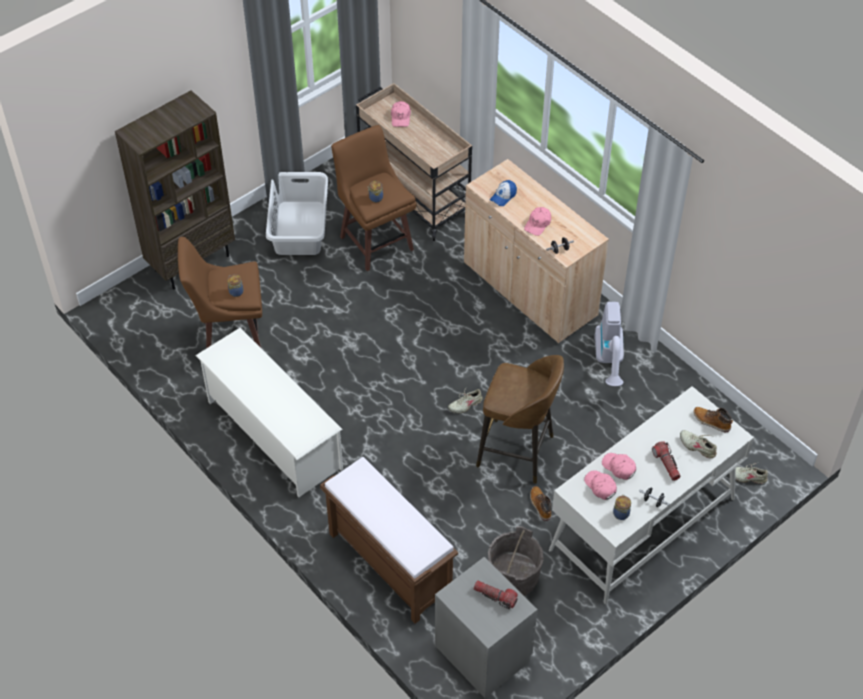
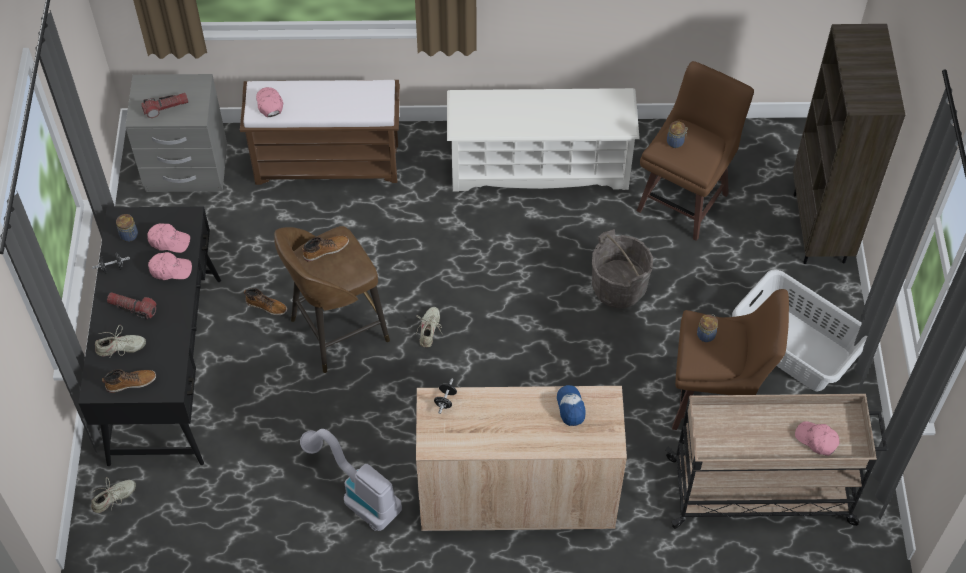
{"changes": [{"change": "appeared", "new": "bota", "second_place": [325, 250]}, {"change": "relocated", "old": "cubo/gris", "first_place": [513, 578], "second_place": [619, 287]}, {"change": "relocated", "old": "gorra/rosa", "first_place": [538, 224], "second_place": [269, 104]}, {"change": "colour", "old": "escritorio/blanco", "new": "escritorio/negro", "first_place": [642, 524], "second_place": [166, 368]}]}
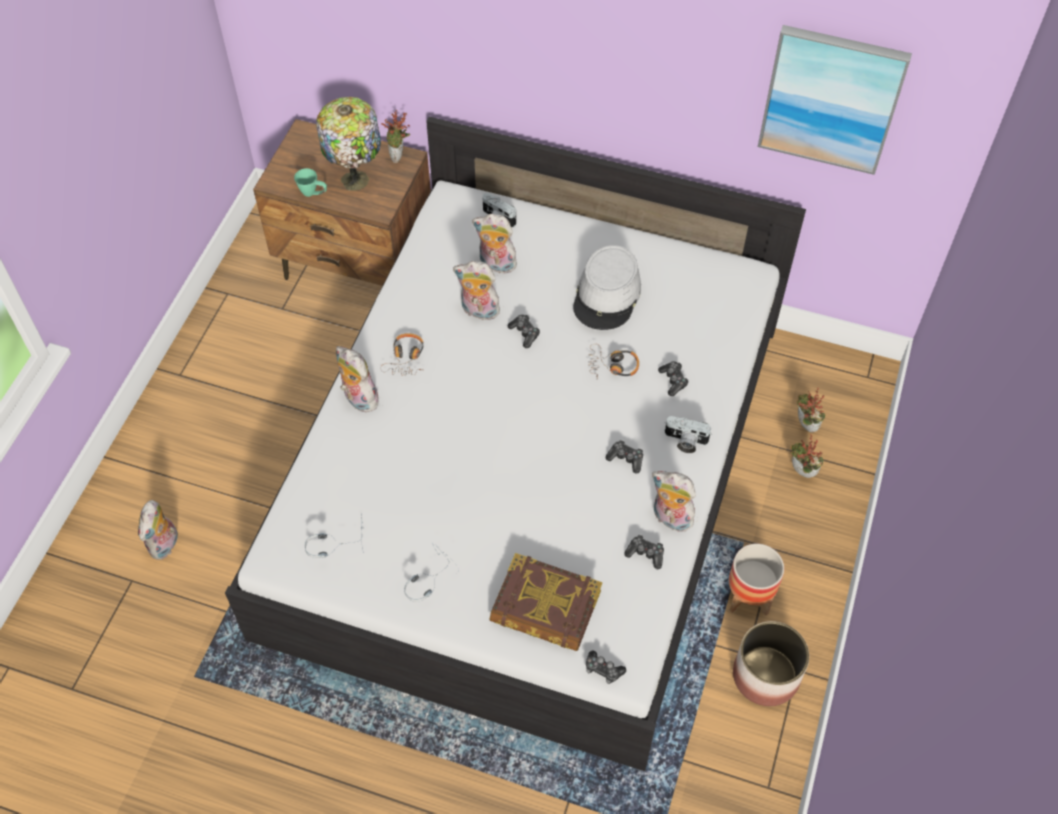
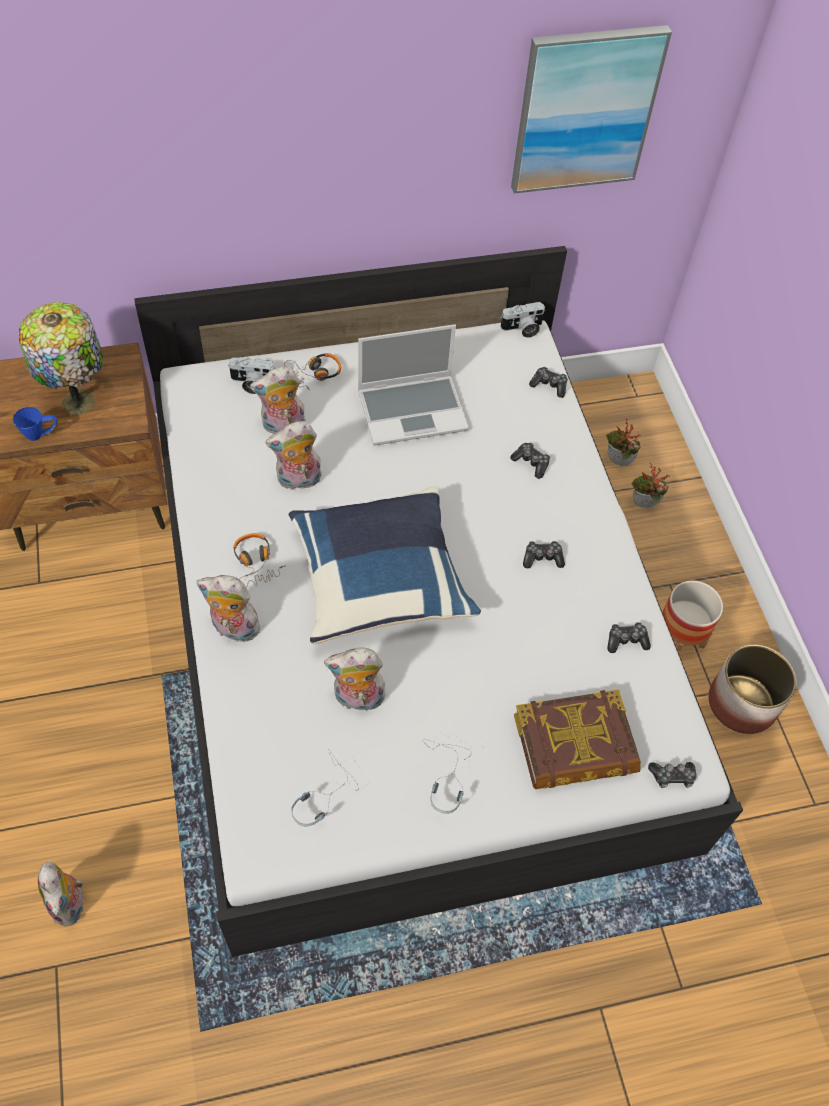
{"changes": [{"change": "missing", "old": "planta en maceta", "first_place": [399, 157]}, {"change": "appeared", "new": "cojín/azul", "second_place": [380, 580]}, {"change": "relocated", "old": "mando de consola", "first_place": [524, 333], "second_place": [549, 385]}, {"change": "relocated", "old": "auriculares", "first_place": [612, 366], "second_place": [314, 374]}, {"change": "relocated", "old": "peluche", "first_place": [670, 518], "second_place": [357, 699]}, {"change": "relocated", "old": "cámara", "first_place": [685, 441], "second_place": [522, 329]}, {"change": "exchanged", "old": "sombrero/gris", "new": "portátil", "first_place": [607, 295], "second_place": [413, 410]}, {"change": "colour", "old": "taza grande/verde", "new": "taza grande/azul", "first_place": [313, 194], "second_place": [41, 434]}]}
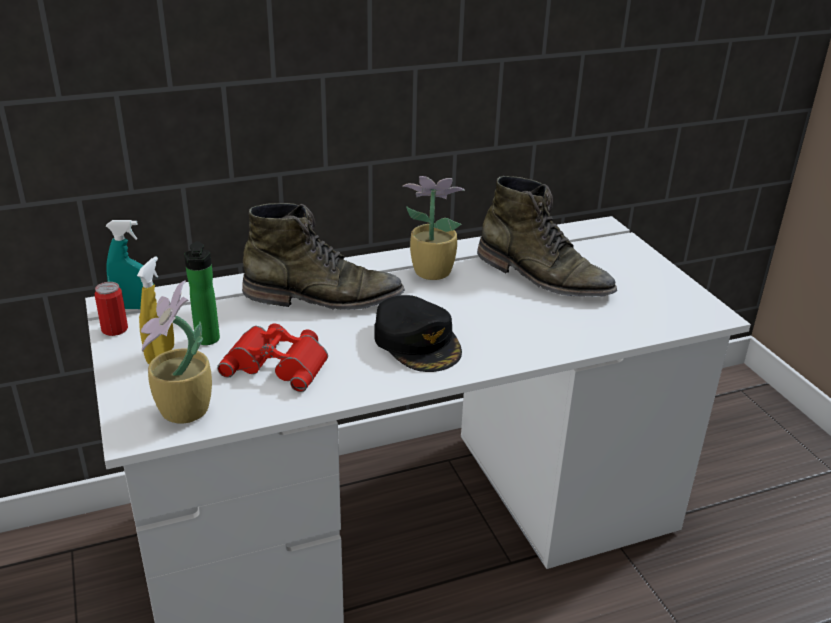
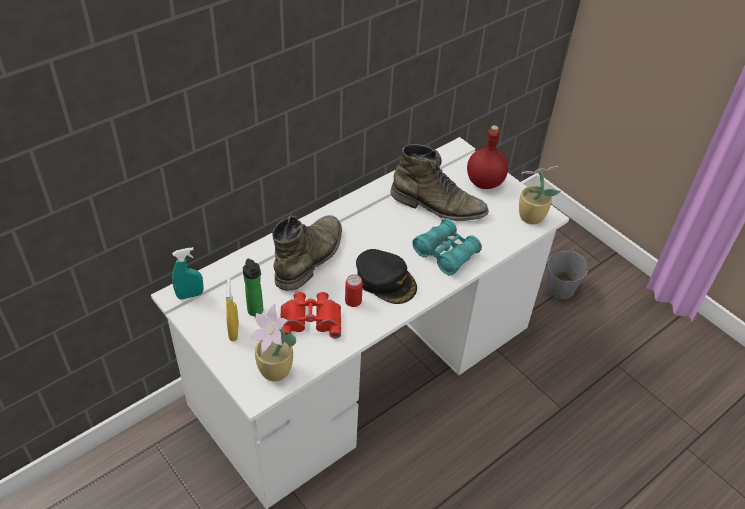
{"changes": [{"change": "appeared", "new": "prismáticos/turquesa", "second_place": [445, 253]}, {"change": "appeared", "new": "botella/rojo", "second_place": [483, 182]}, {"change": "appeared", "new": "cubo/gris", "second_place": [560, 288]}, {"change": "relocated", "old": "lata", "first_place": [114, 329], "second_place": [353, 301]}, {"change": "relocated", "old": "planta en maceta", "first_place": [430, 272], "second_place": [529, 216]}, {"change": "spun", "old": "bota/verde", "first_place": [323, 298], "second_place": [310, 257], "degrees": -45}]}
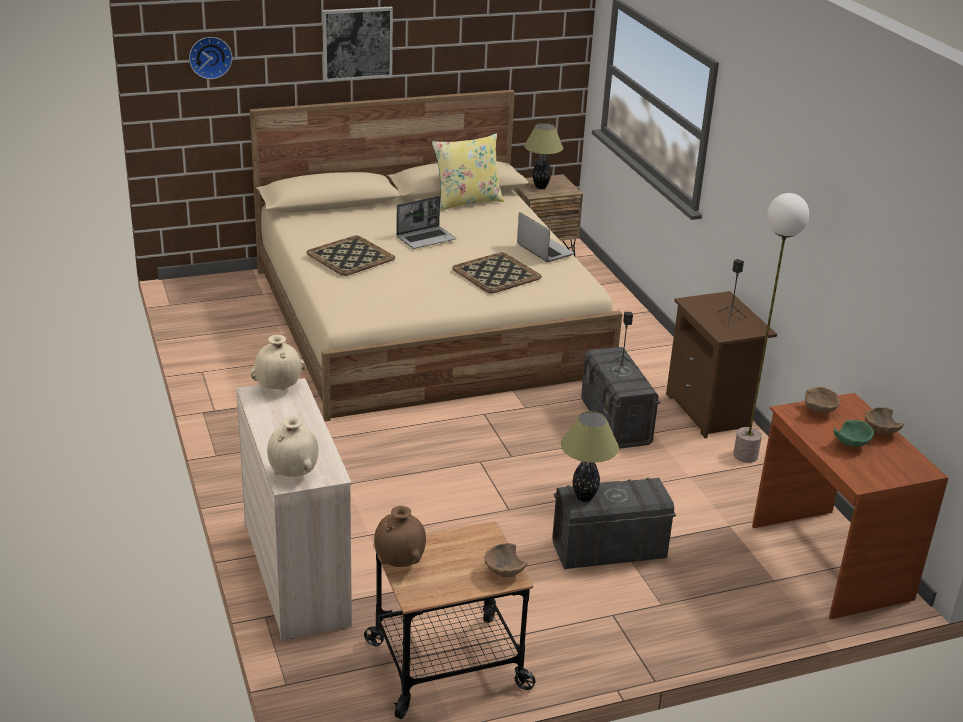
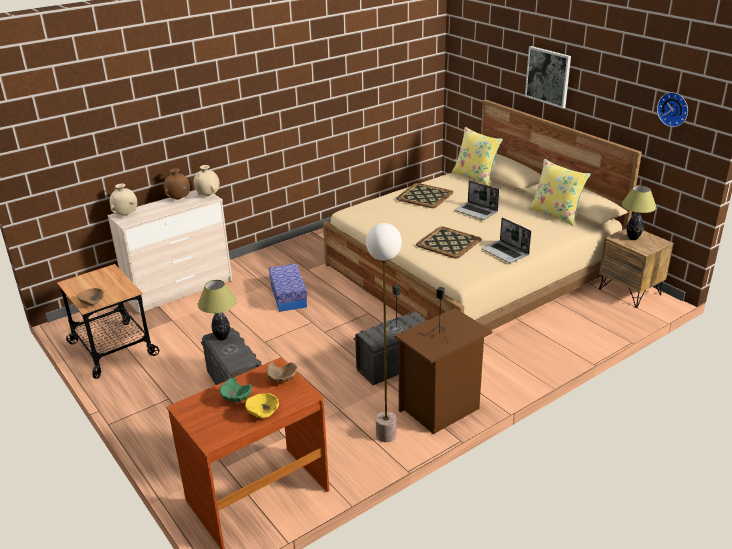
{"changes": [{"change": "appeared", "new": "caja de almacenaje", "second_place": [288, 296]}, {"change": "appeared", "new": "cojín/amarillo", "second_place": [475, 177]}, {"change": "relocated", "old": "reloj de pared", "first_place": [210, 57], "second_place": [674, 109]}, {"change": "relocated", "old": "florero/marrón", "first_place": [400, 563], "second_place": [178, 199]}, {"change": "colour", "old": "cuenco/marrón", "new": "cuenco/amarillo", "first_place": [880, 432], "second_place": [263, 413]}, {"change": "spun", "old": "portátil", "first_place": [544, 250], "second_place": [505, 253], "degrees": 105}]}
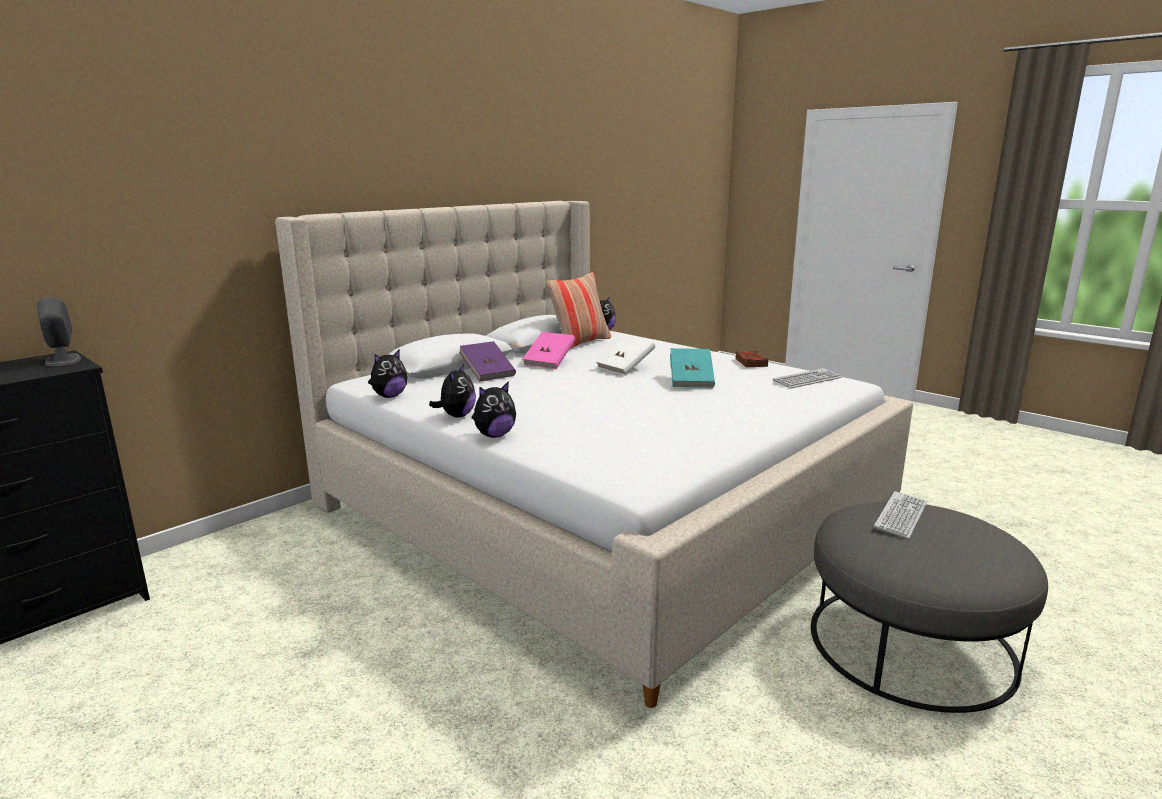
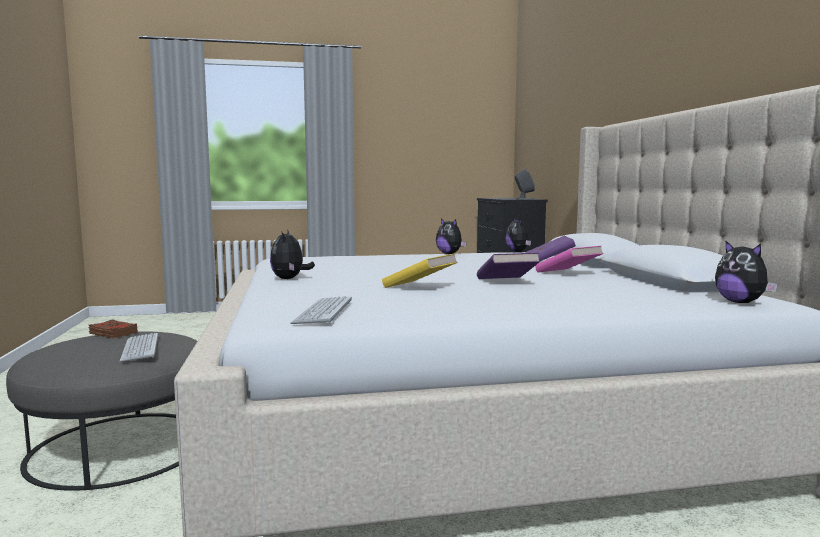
{"changes": [{"change": "missing", "old": "cojín", "first_place": [580, 343]}, {"change": "relocated", "old": "peluche", "first_place": [494, 435], "second_place": [289, 279]}, {"change": "relocated", "old": "libro/marrón", "first_place": [751, 362], "second_place": [113, 333]}, {"change": "colour", "old": "libro/blanco", "new": "libro/morado", "first_place": [625, 367], "second_place": [506, 282]}, {"change": "colour", "old": "libro/turquesa", "new": "libro/amarillo", "first_place": [691, 381], "second_place": [419, 287]}]}
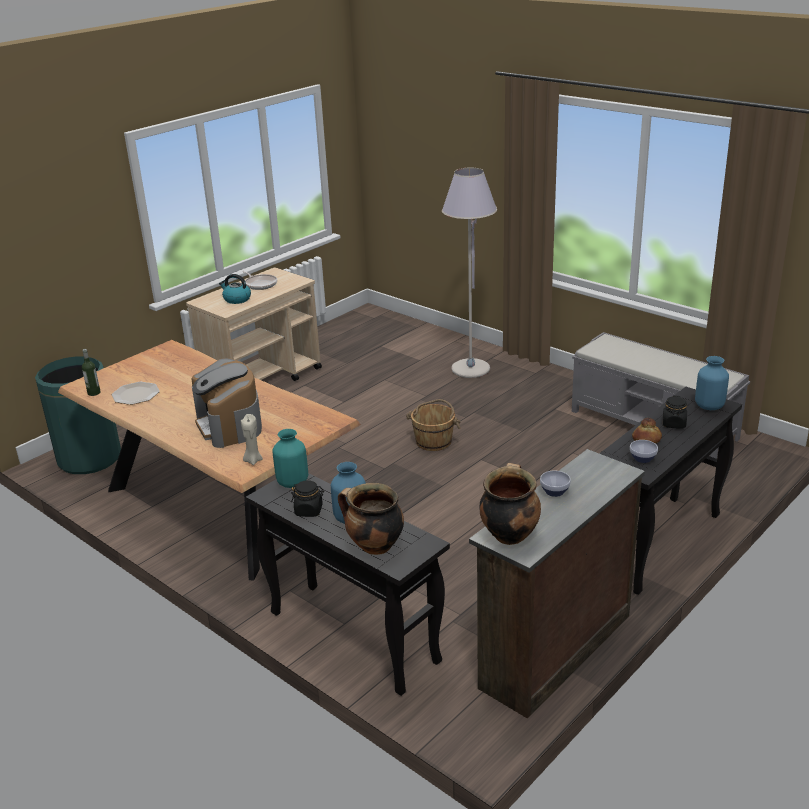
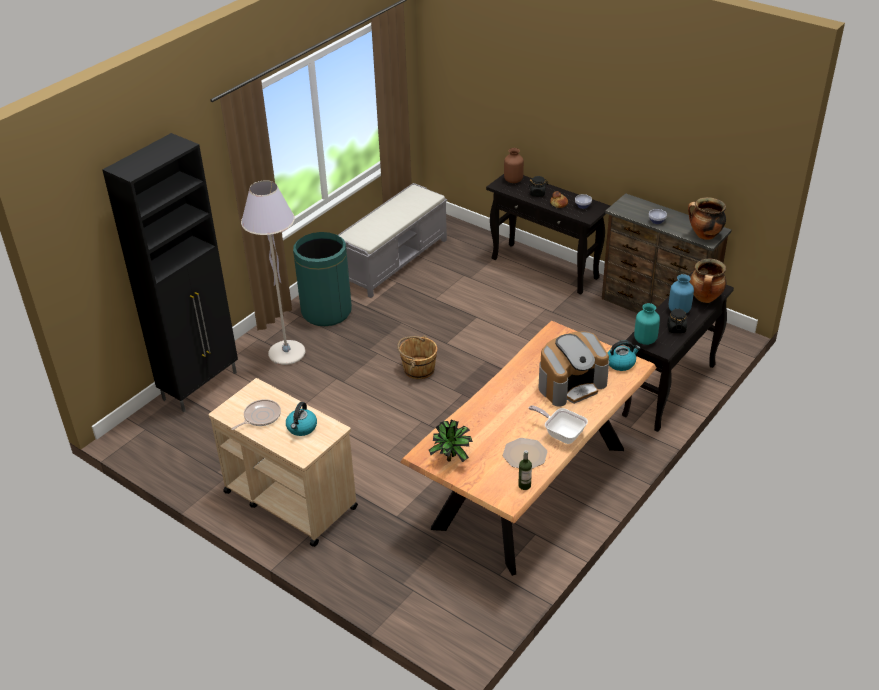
{"changes": [{"change": "appeared", "new": "armario/negro", "second_place": [201, 386]}, {"change": "appeared", "new": "planta en maceta", "second_place": [452, 459]}, {"change": "appeared", "new": "sartén", "second_place": [561, 433]}, {"change": "relocated", "old": "papelera/verde", "first_place": [89, 458], "second_place": [326, 311]}, {"change": "exchanged", "old": "vela/beis", "new": "hervidor", "first_place": [253, 460], "second_place": [621, 363]}, {"change": "colour", "old": "florero/azul", "new": "florero/marrón", "first_place": [709, 406], "second_place": [513, 180]}]}
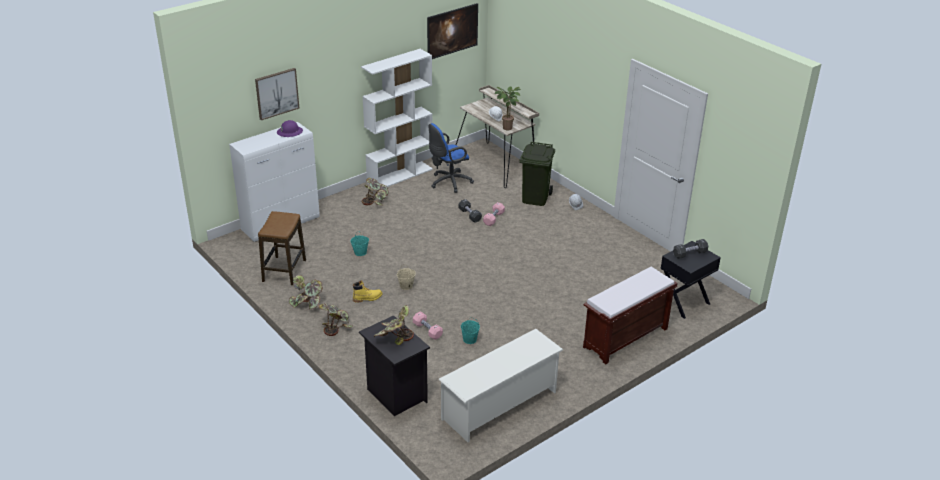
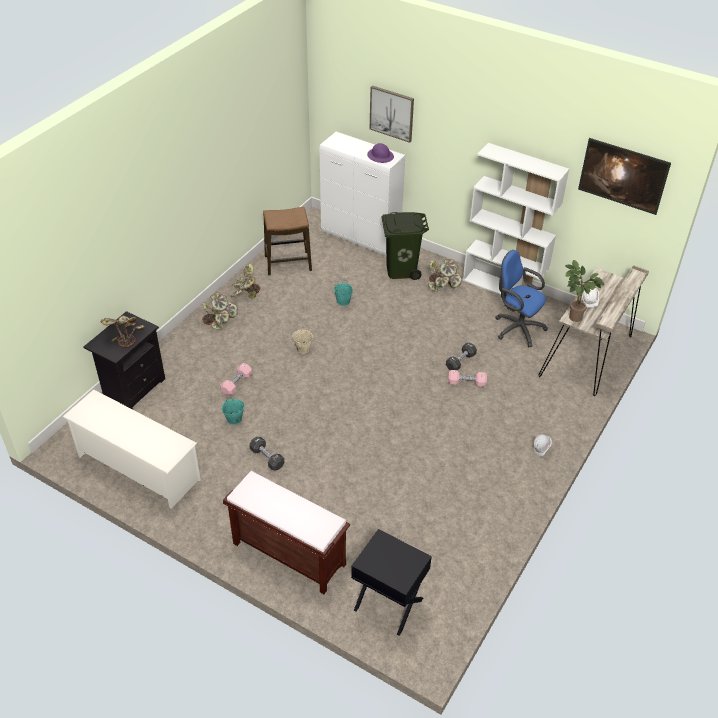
{"changes": [{"change": "missing", "old": "bota/amarillo", "first_place": [367, 298]}, {"change": "relocated", "old": "papelera/verde", "first_place": [534, 198], "second_place": [401, 269]}, {"change": "relocated", "old": "mancuerna/negro", "first_place": [689, 254], "second_place": [267, 458]}]}
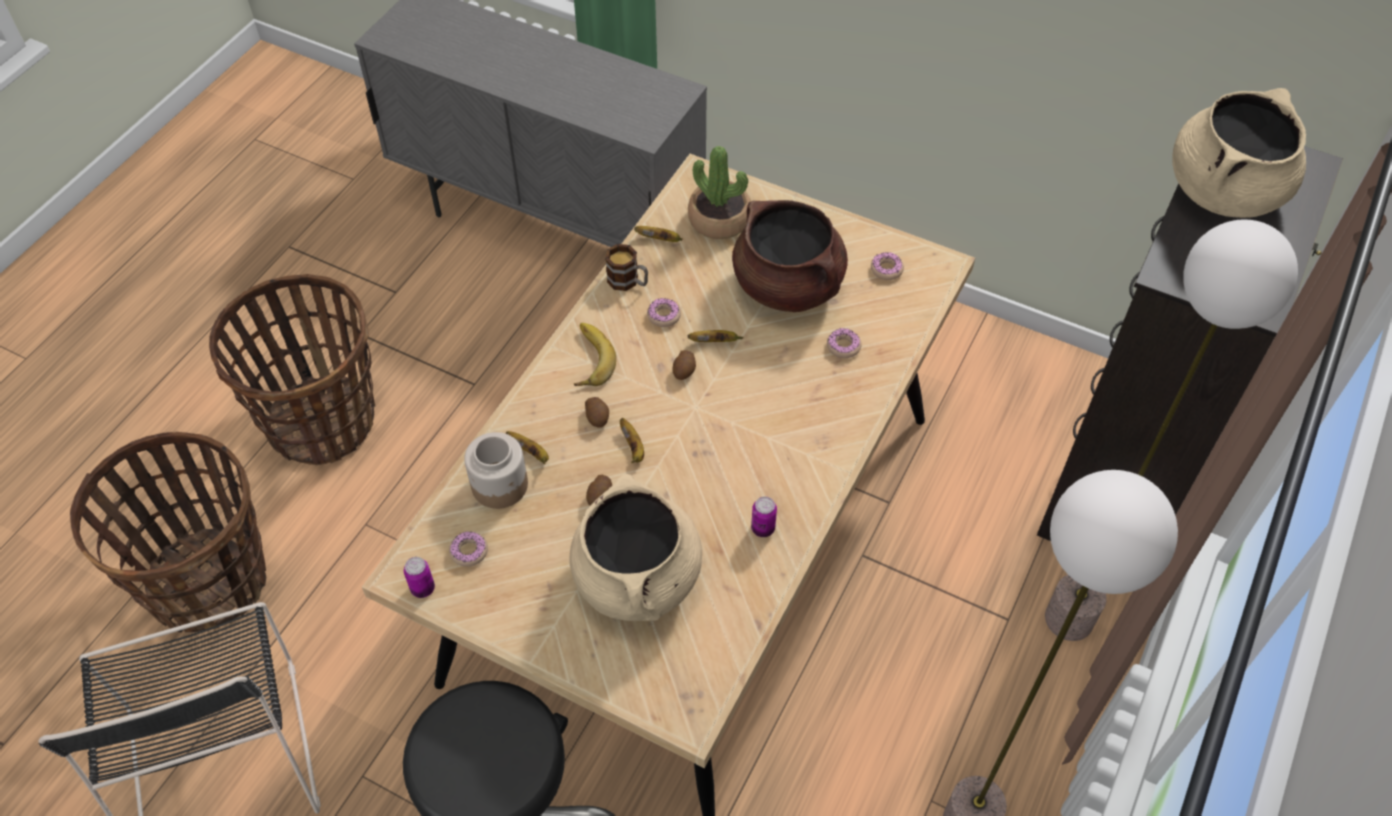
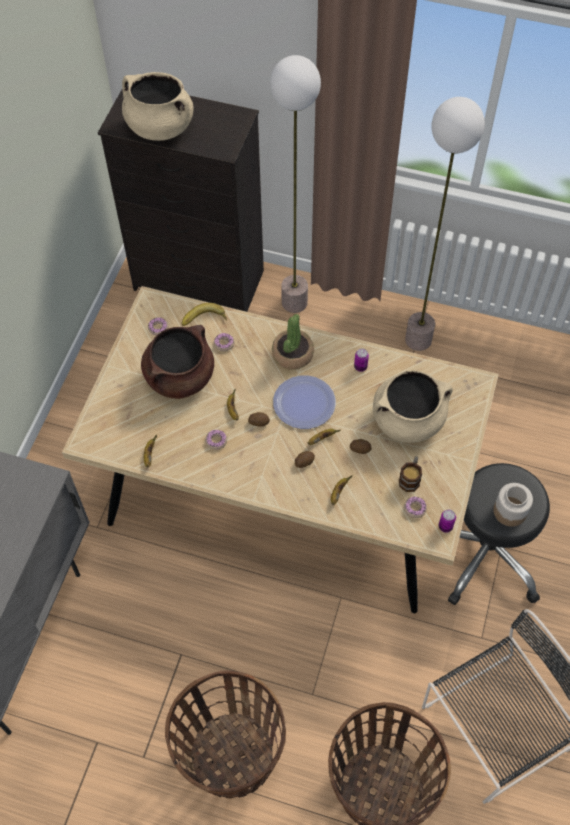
{"changes": [{"change": "appeared", "new": "plato", "second_place": [304, 403]}, {"change": "relocated", "old": "tarro", "first_place": [500, 485], "second_place": [509, 511]}, {"change": "relocated", "old": "plátano", "first_place": [587, 359], "second_place": [204, 320]}, {"change": "relocated", "old": "taza grande", "first_place": [628, 282], "second_place": [410, 478]}, {"change": "relocated", "old": "planta en maceta", "first_place": [719, 219], "second_place": [292, 354]}]}
